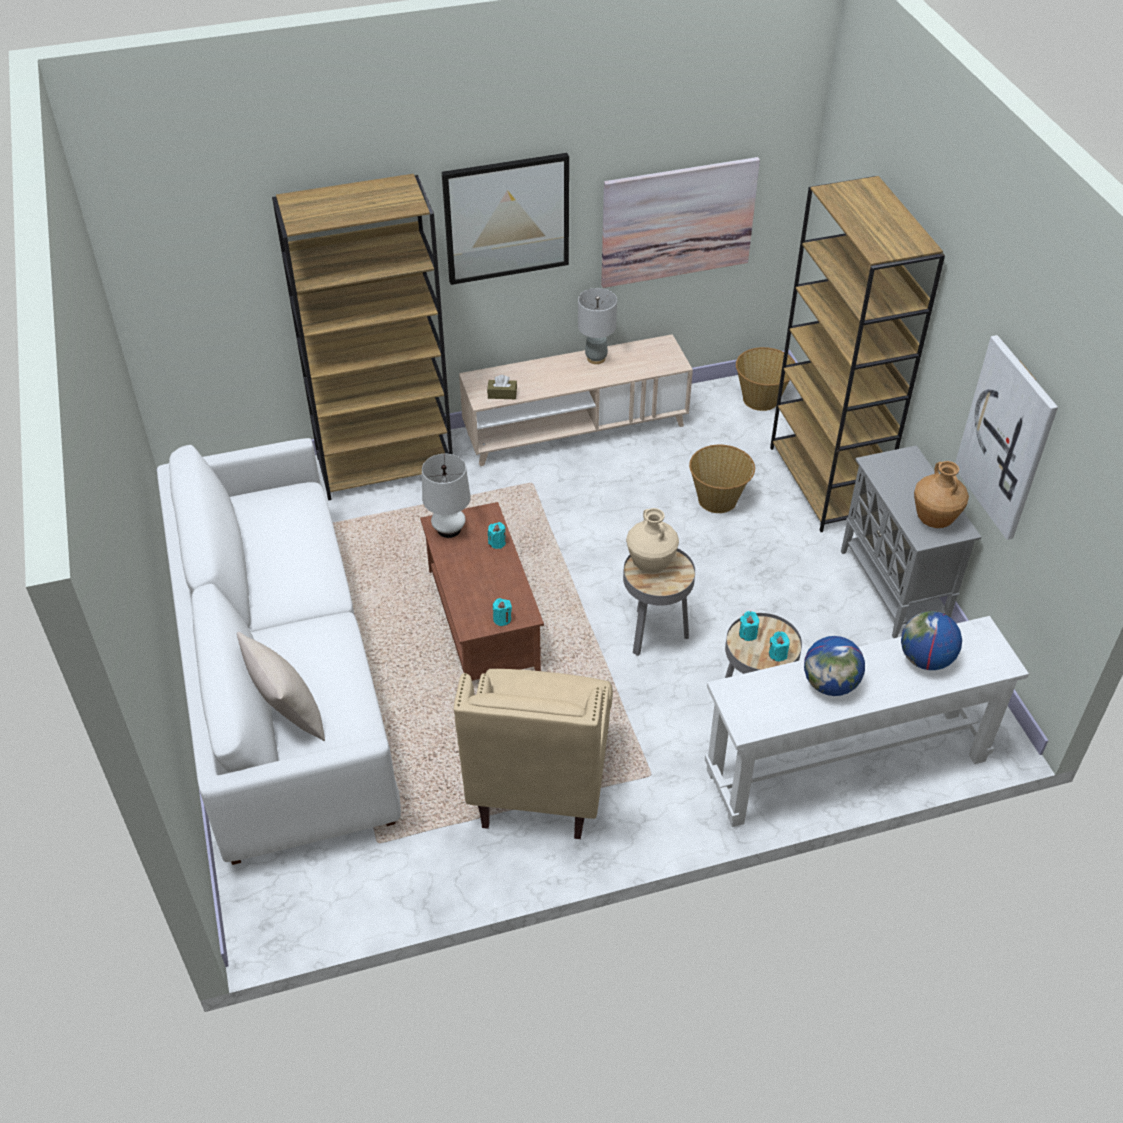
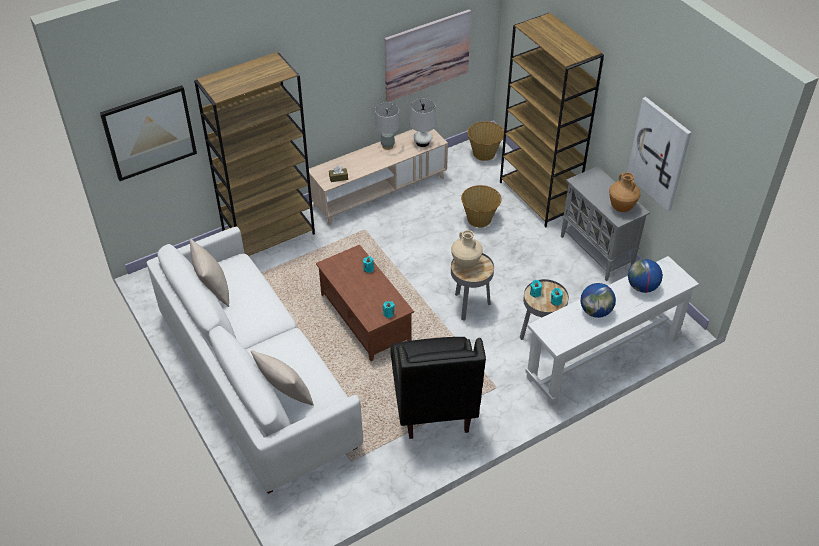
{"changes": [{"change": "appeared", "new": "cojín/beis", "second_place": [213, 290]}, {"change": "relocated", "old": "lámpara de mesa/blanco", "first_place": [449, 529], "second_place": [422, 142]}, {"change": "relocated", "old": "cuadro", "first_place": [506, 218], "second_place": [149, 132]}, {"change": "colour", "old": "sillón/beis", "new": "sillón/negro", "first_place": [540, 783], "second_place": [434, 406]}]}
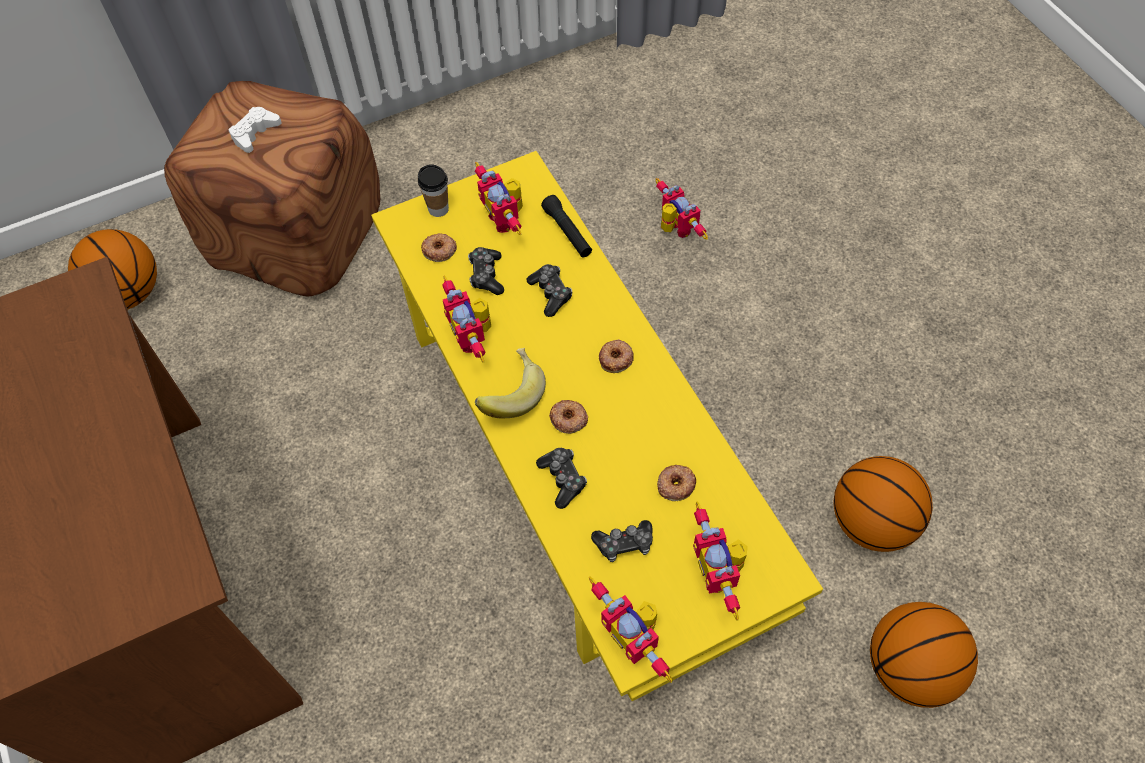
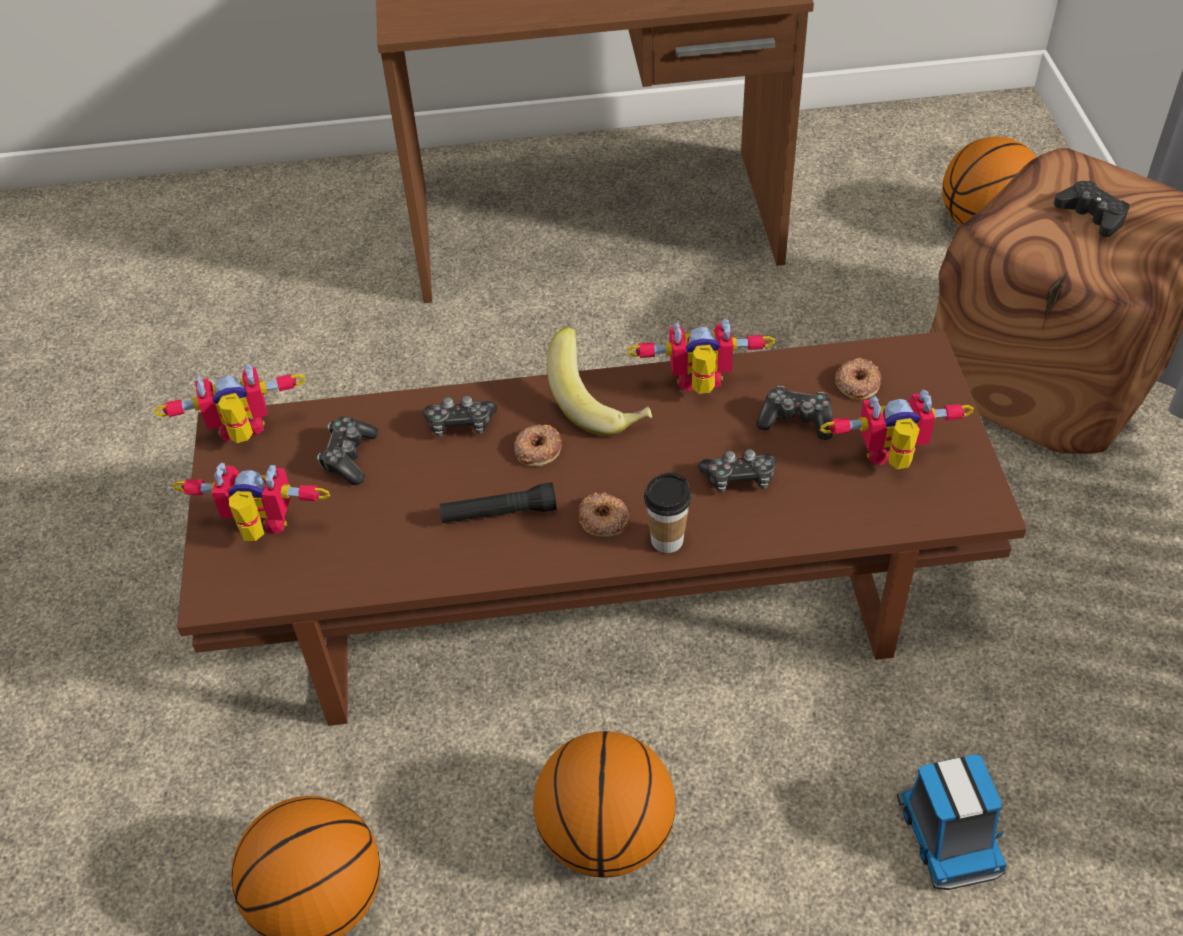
{"changes": [{"change": "missing", "old": "rosquilla", "first_place": [675, 484]}, {"change": "relocated", "old": "taza", "first_place": [438, 209], "second_place": [667, 540]}, {"change": "relocated", "old": "linterna/negro", "first_place": [567, 232], "second_place": [499, 513]}, {"change": "relocated", "old": "balón de baloncesto", "first_place": [911, 669], "second_place": [605, 836]}, {"change": "exchanged", "old": "robot de juguete", "new": "camión de juguete", "first_place": [674, 230], "second_place": [948, 834]}, {"change": "colour", "old": "mando de consola/blanco", "new": "mando de consola/negro", "first_place": [255, 133], "second_place": [1091, 215]}, {"change": "colour", "old": "mesa de centro/amarillo", "new": "mesa de centro/marrón", "first_place": [576, 450], "second_place": [595, 586]}]}
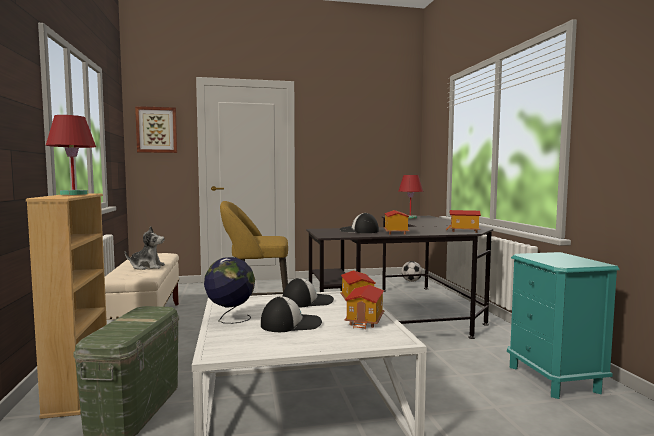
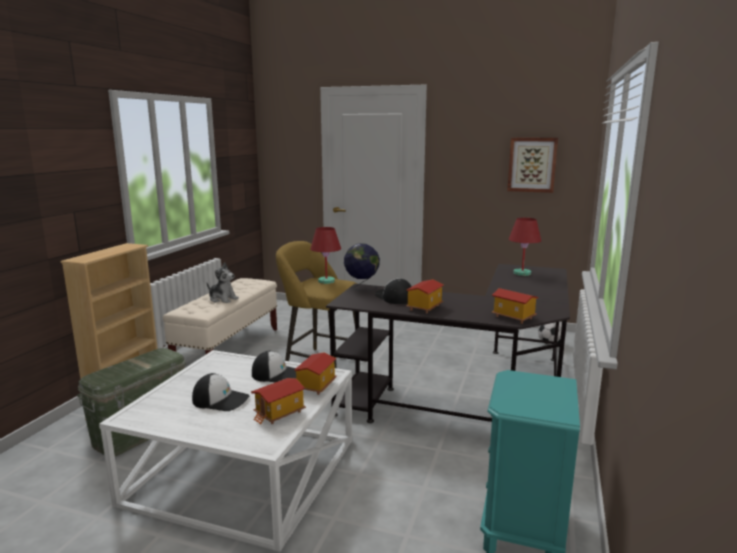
{"changes": [{"change": "relocated", "old": "lámpara de mesa/rojo", "first_place": [73, 194], "second_place": [326, 281]}, {"change": "relocated", "old": "cuadro", "first_place": [156, 130], "second_place": [532, 164]}, {"change": "relocated", "old": "globo terráqueo", "first_place": [230, 319], "second_place": [361, 288]}]}
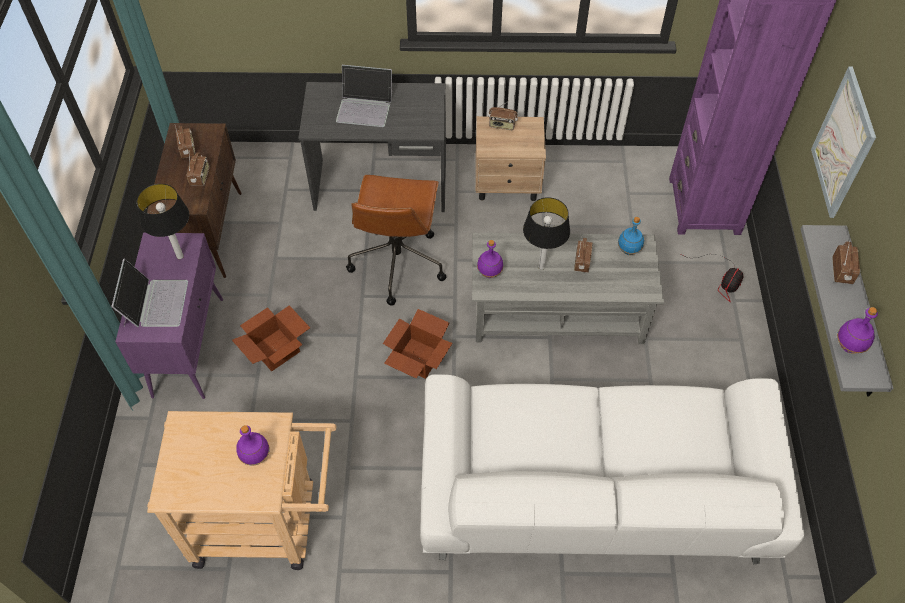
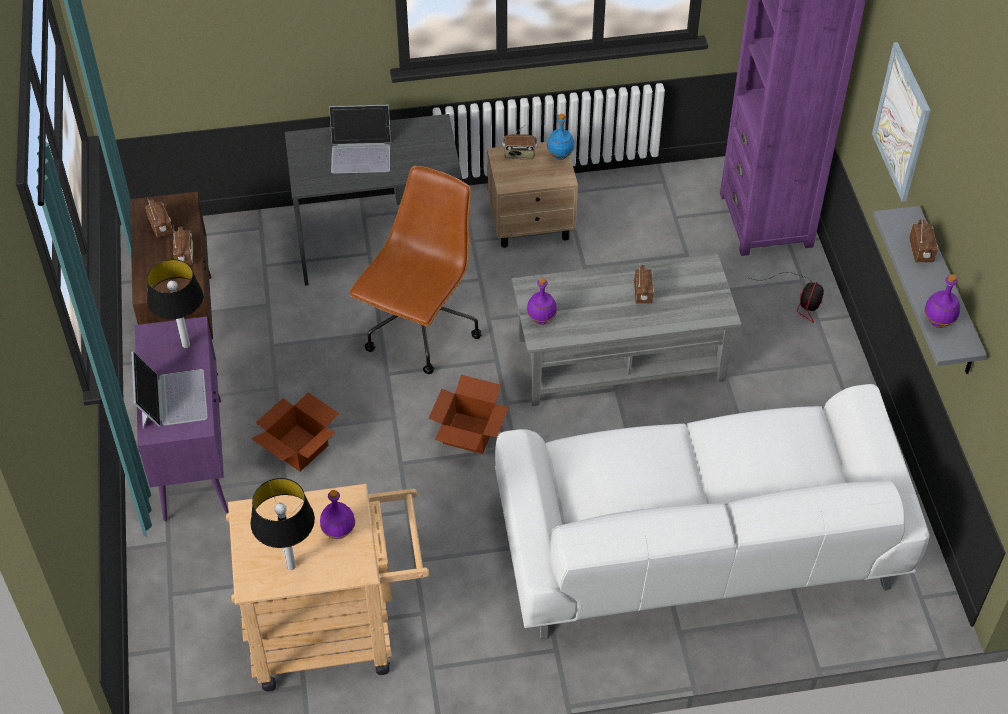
{"changes": [{"change": "relocated", "old": "lámpara de mesa", "first_place": [541, 267], "second_place": [291, 566]}, {"change": "relocated", "old": "botella/azul", "first_place": [628, 251], "second_place": [559, 156]}, {"change": "spun", "old": "silla de oficina/marrón", "first_place": [397, 262], "second_place": [420, 331], "degrees": -150}]}
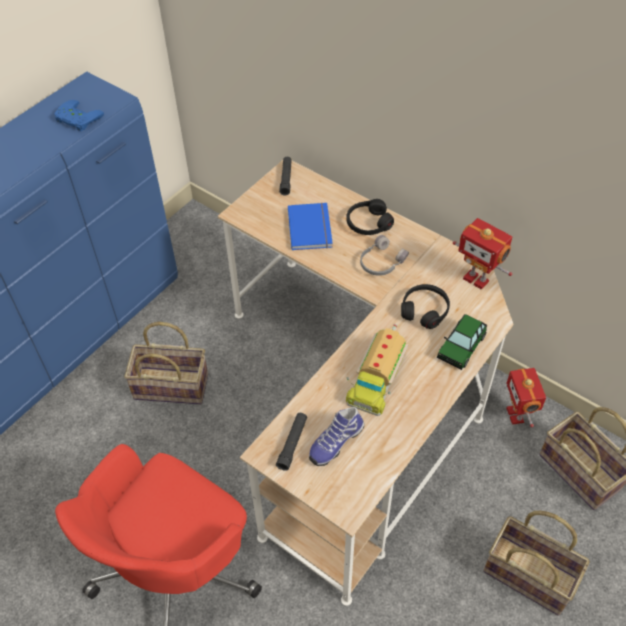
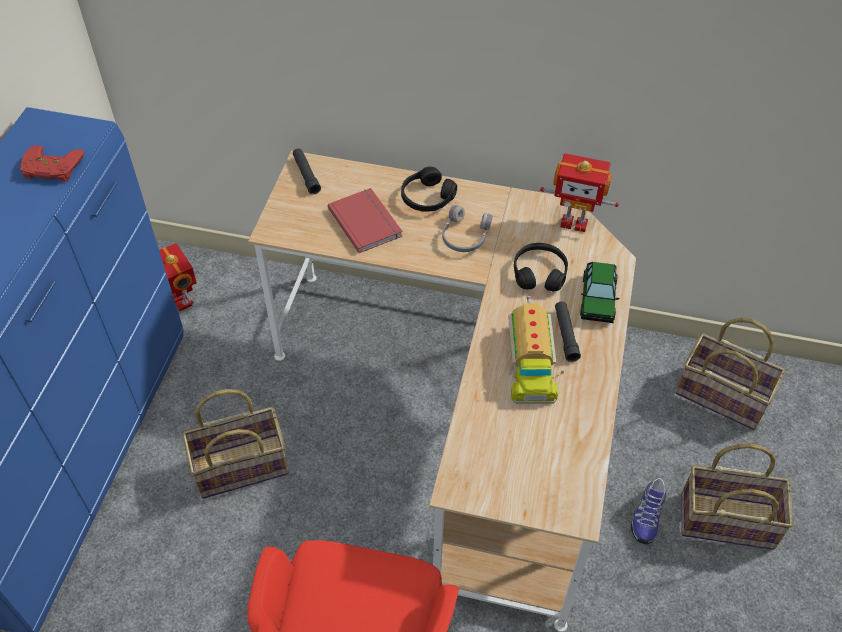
{"changes": [{"change": "relocated", "old": "linterna/negro", "first_place": [292, 443], "second_place": [565, 334]}, {"change": "relocated", "old": "zapato", "first_place": [335, 442], "second_place": [646, 516]}, {"change": "relocated", "old": "robot de juguete", "first_place": [516, 415], "second_place": [183, 300]}, {"change": "colour", "old": "mando de consola/azul", "new": "mando de consola/rojo", "first_place": [76, 119], "second_place": [51, 169]}, {"change": "colour", "old": "libro/azul", "new": "libro/rojo", "first_place": [311, 228], "second_place": [366, 221]}]}
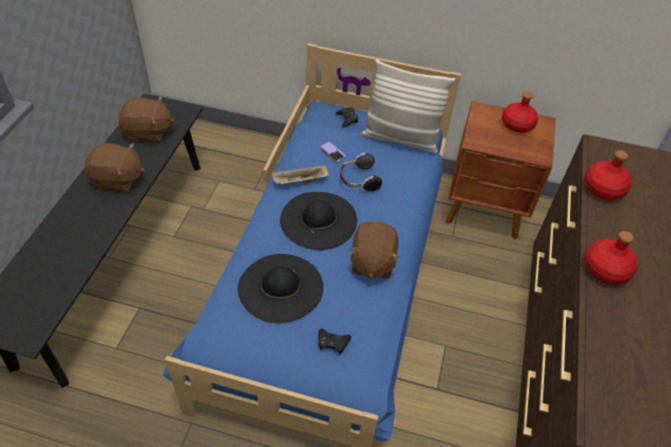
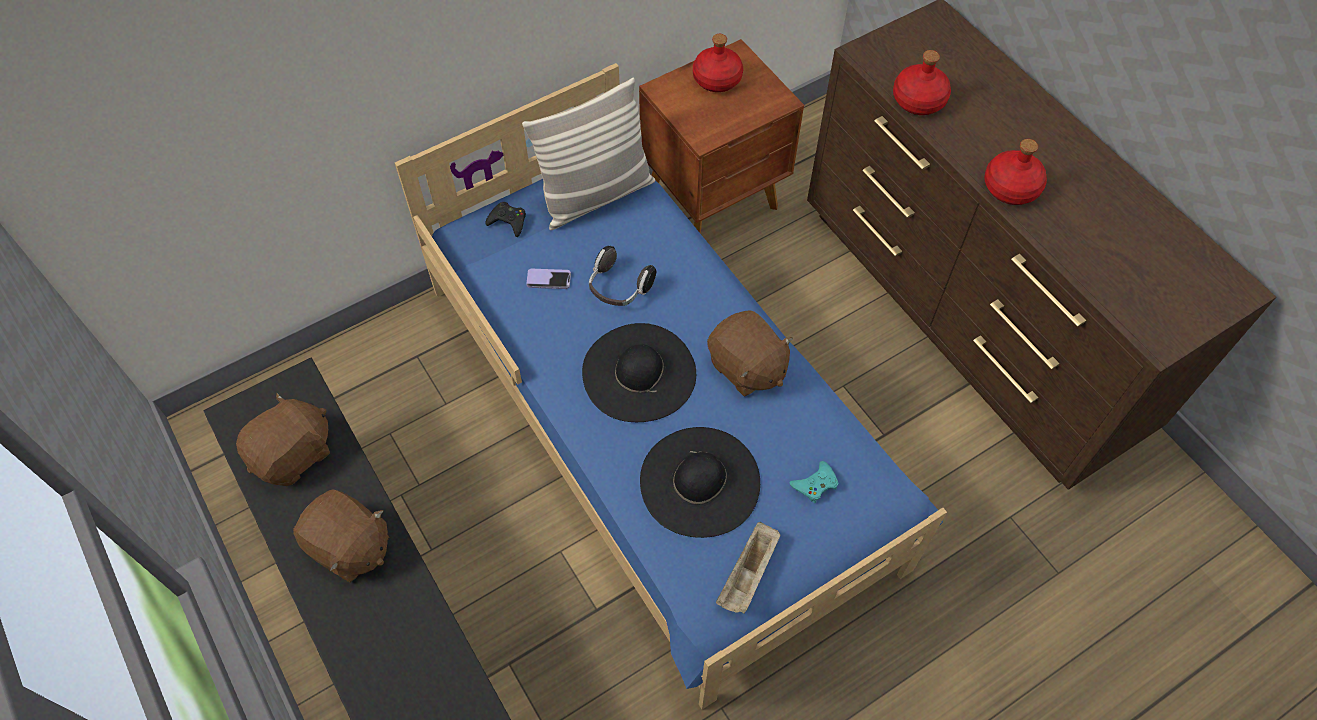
{"changes": [{"change": "relocated", "old": "bandeja/beis", "first_place": [300, 182], "second_place": [748, 575]}, {"change": "colour", "old": "mando de consola/negro", "new": "mando de consola/turquesa", "first_place": [332, 342], "second_place": [815, 484]}, {"change": "spun", "old": "peluche/marrón", "first_place": [118, 180], "second_place": [350, 547], "degrees": 75}]}
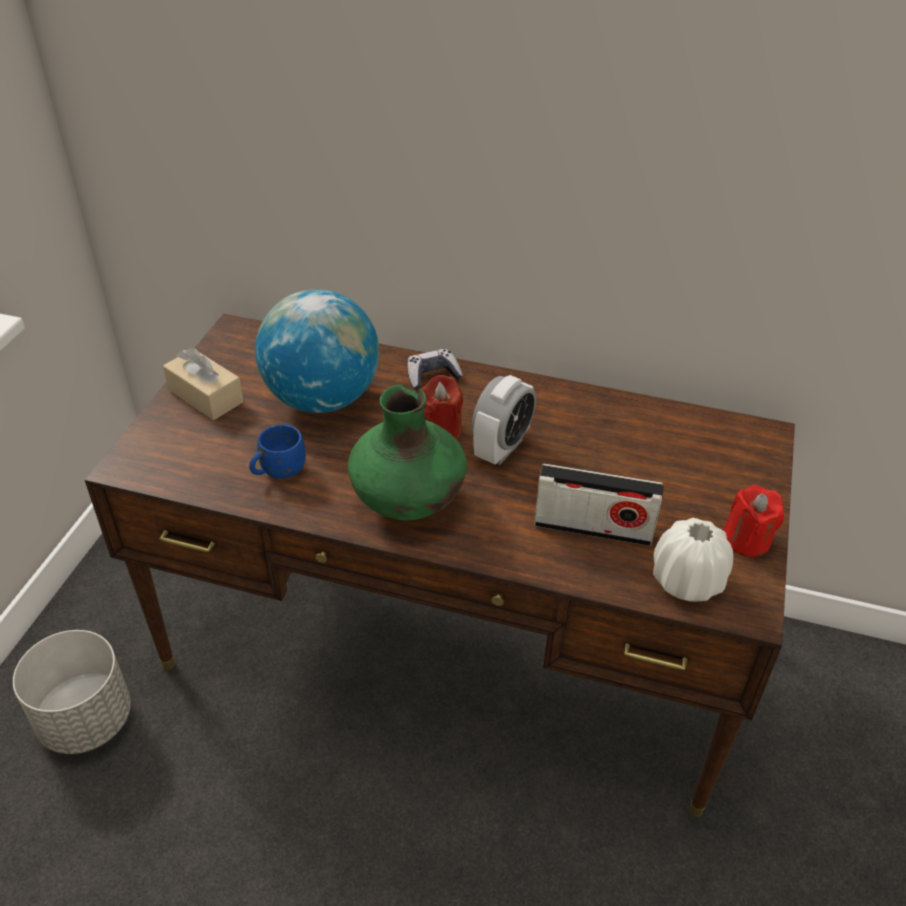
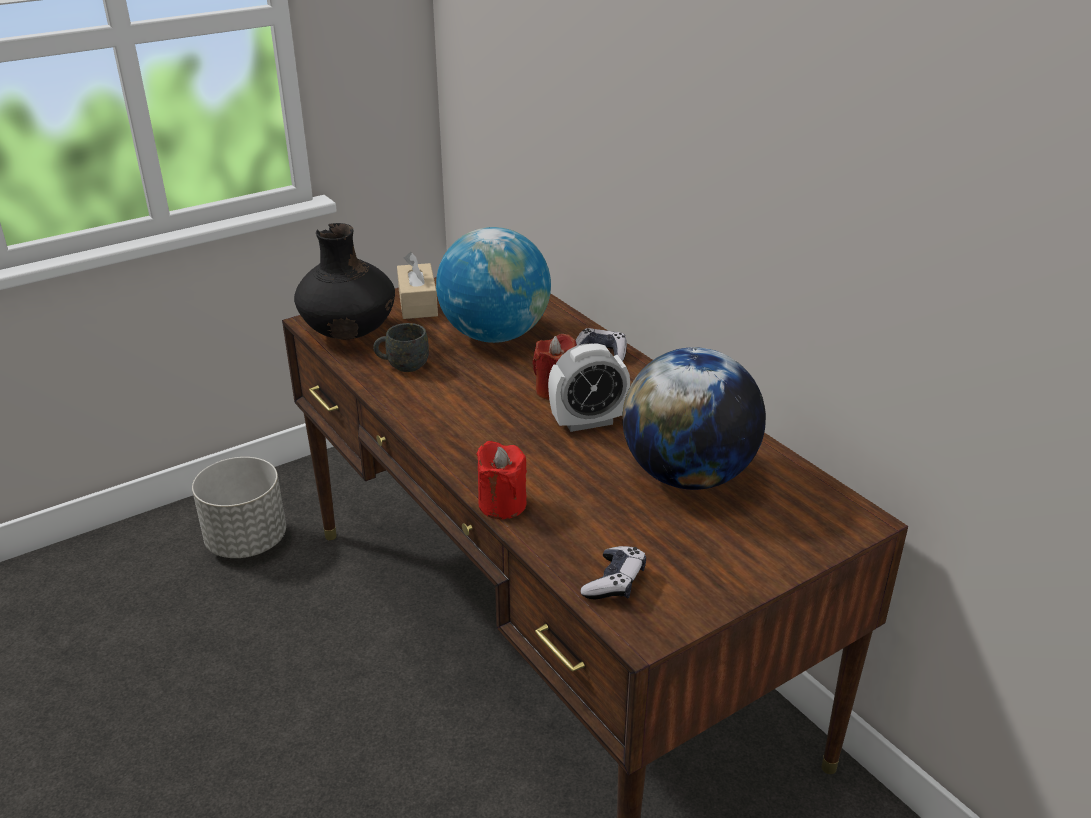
{"changes": [{"change": "missing", "old": "florero/verde", "first_place": [408, 501]}, {"change": "missing", "old": "radio", "first_place": [593, 528]}, {"change": "appeared", "new": "florero/negro", "second_place": [350, 332]}, {"change": "appeared", "new": "globo terráqueo", "second_place": [688, 476]}, {"change": "relocated", "old": "vela/rojo", "first_place": [747, 540], "second_place": [502, 504]}, {"change": "exchanged", "old": "florero/blanco", "new": "mando de consola", "first_place": [687, 581], "second_place": [614, 582]}, {"change": "colour", "old": "taza grande/azul", "new": "taza grande/gris", "first_place": [278, 472], "second_place": [402, 366]}]}
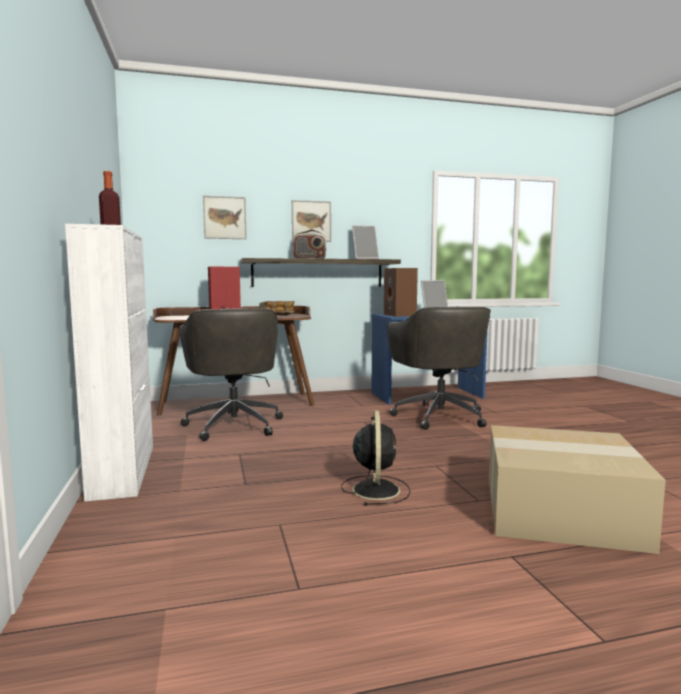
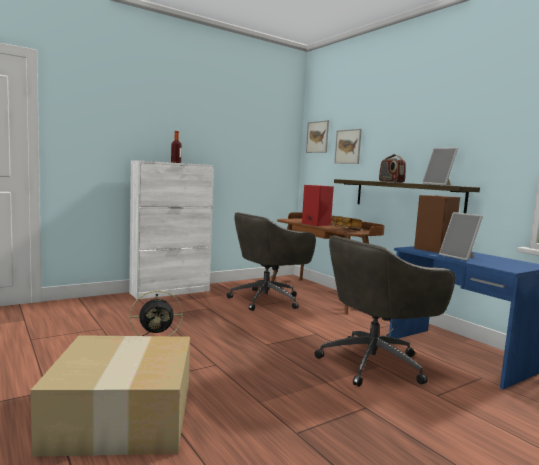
{"changes": [{"change": "relocated", "old": "cuadro", "first_place": [311, 221], "second_place": [317, 137]}]}
